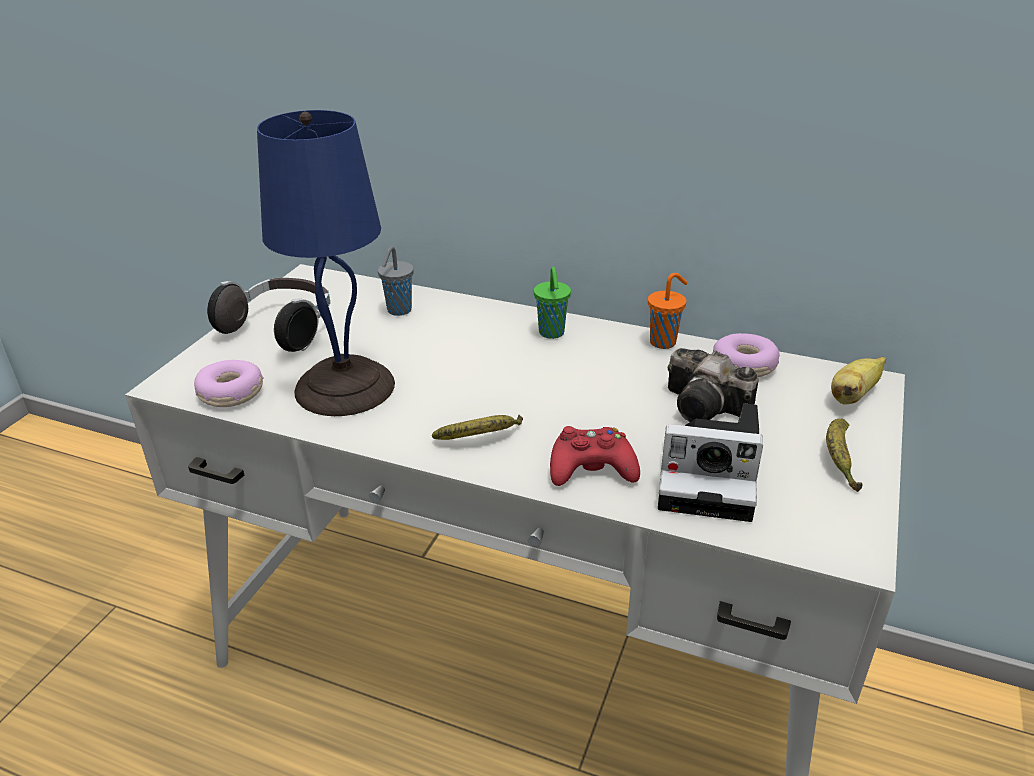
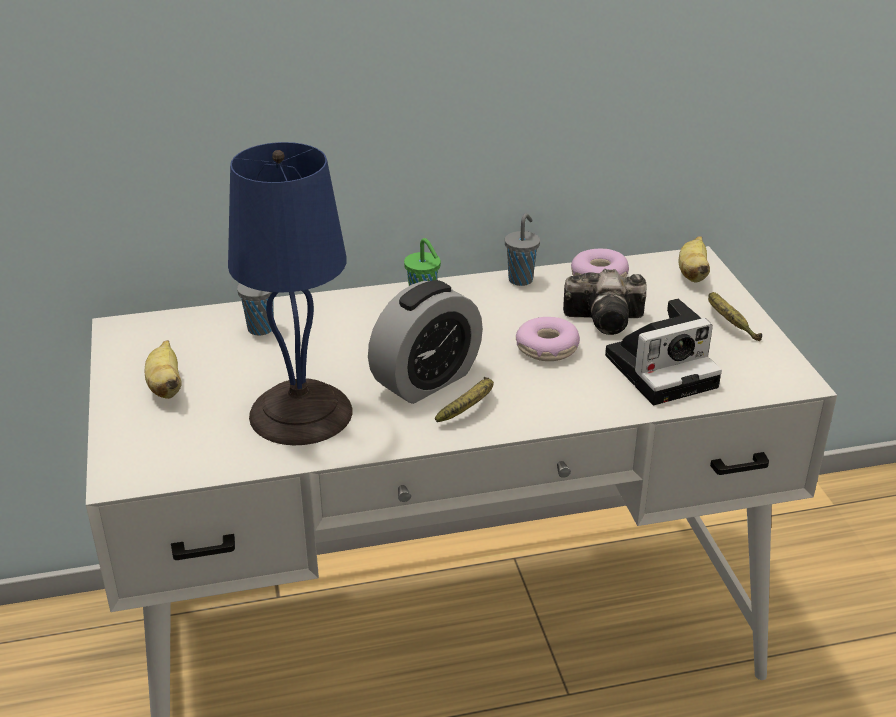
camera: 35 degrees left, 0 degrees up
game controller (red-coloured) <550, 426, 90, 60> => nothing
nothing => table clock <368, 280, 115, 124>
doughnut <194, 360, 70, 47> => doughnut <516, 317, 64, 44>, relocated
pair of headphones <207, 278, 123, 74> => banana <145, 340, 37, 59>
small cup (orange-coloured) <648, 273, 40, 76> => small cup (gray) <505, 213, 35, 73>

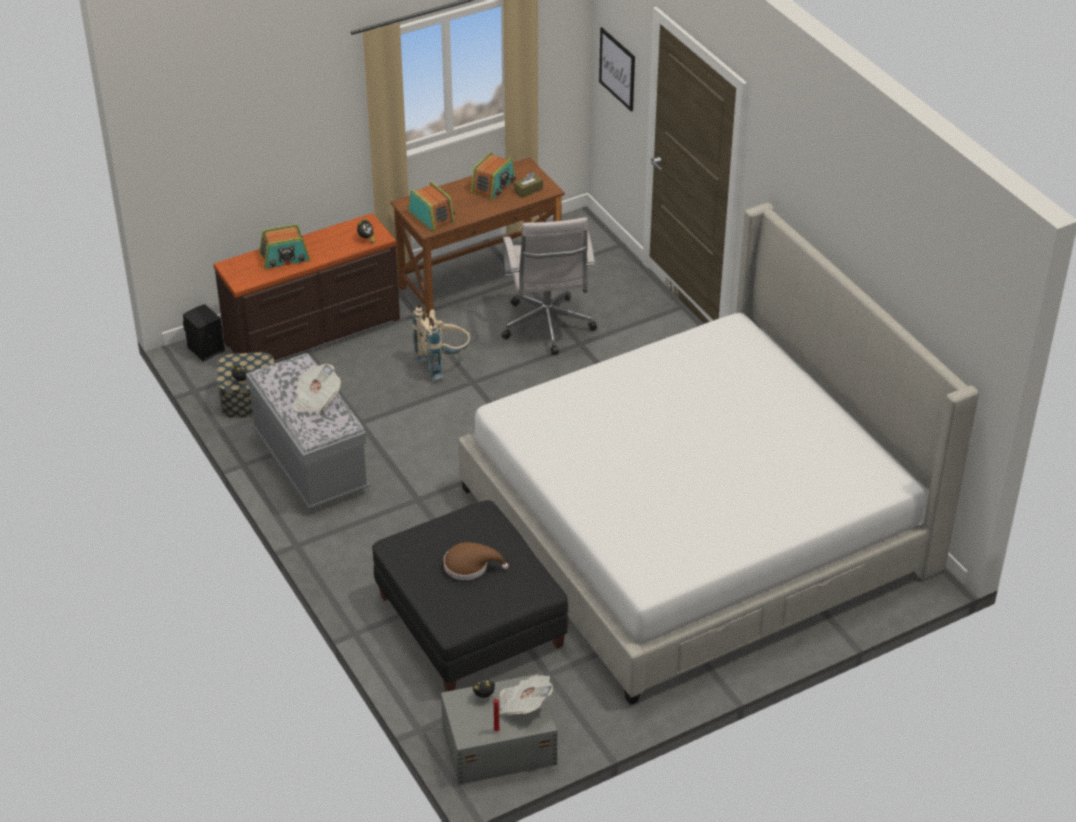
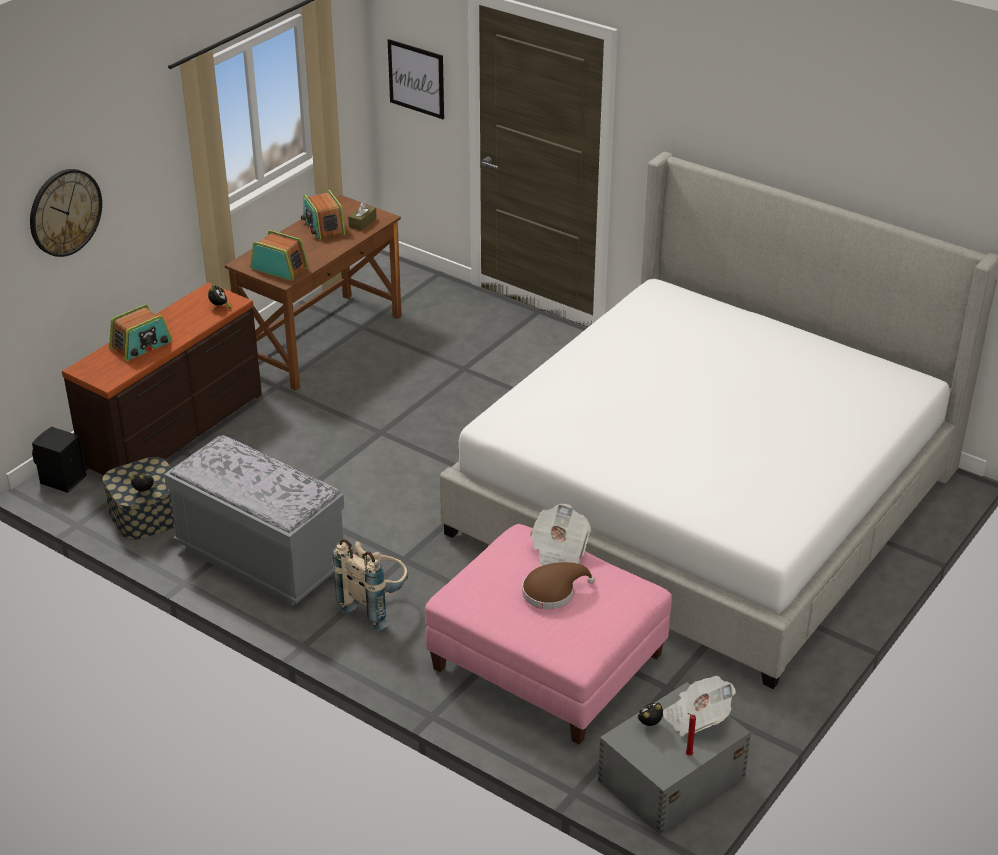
camera: 25 degrees left, 5 degrees down
desk chair (whitish) <502, 217, 95, 138> => nothing
nothing => wall clock <30, 169, 72, 88>
printed paper <292, 364, 49, 50> => printed paper <531, 504, 60, 62>, relocated
backpack (sand-coloured) <412, 304, 59, 76> => backpack (sand-coloured) <332, 539, 76, 92>, relocated
footrest (black) <372, 500, 196, 192> => footrest (pink) <425, 524, 247, 221>
radio <471, 152, 45, 48> => radio <301, 190, 44, 51>, 150 degrees clockwise

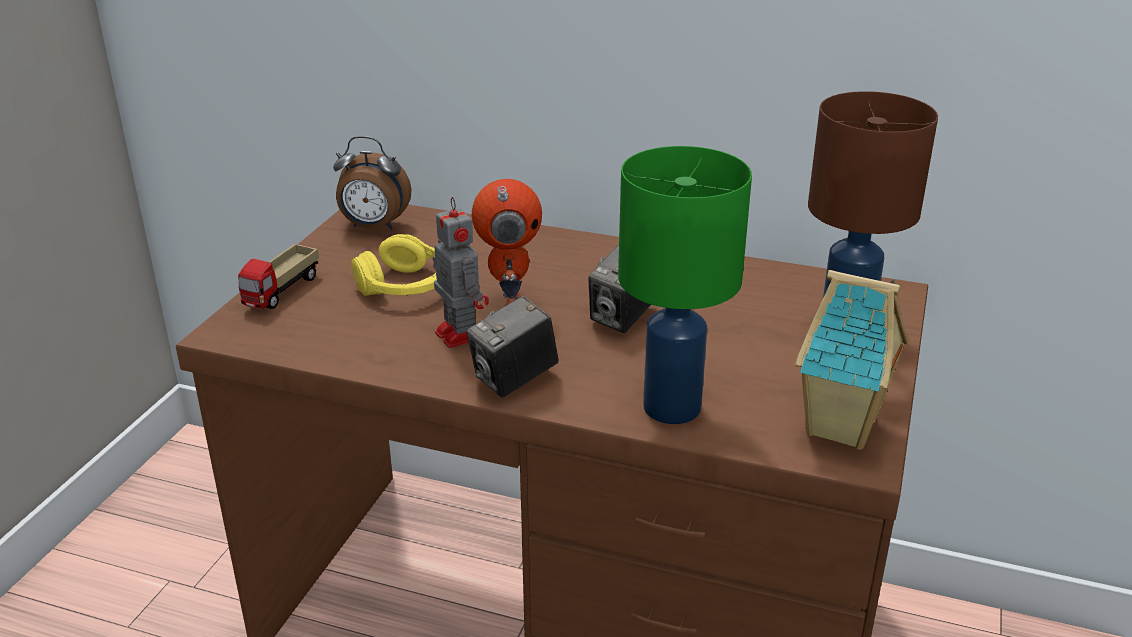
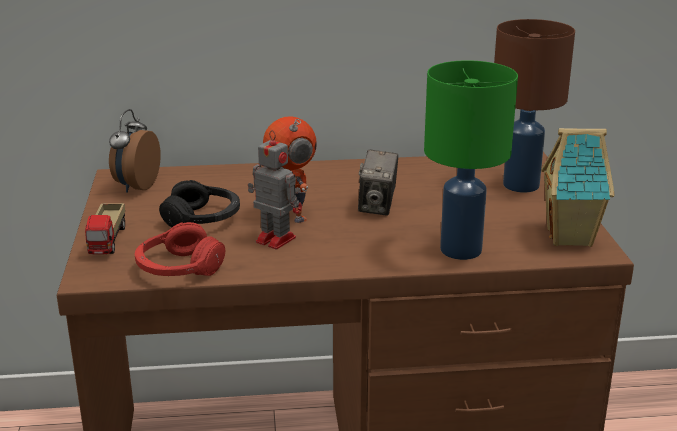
camera: 25 degrees left, 5 degrees down
still camera <466, 296, 93, 101> => nothing
nothing => pair of headphones (red-coloured) <135, 222, 90, 54>
pair of headphones (yellow) <351, 234, 86, 62> => pair of headphones (black) <159, 180, 81, 48>
table clock <333, 136, 79, 94> => table clock <109, 109, 52, 84>, 120 degrees clockwise

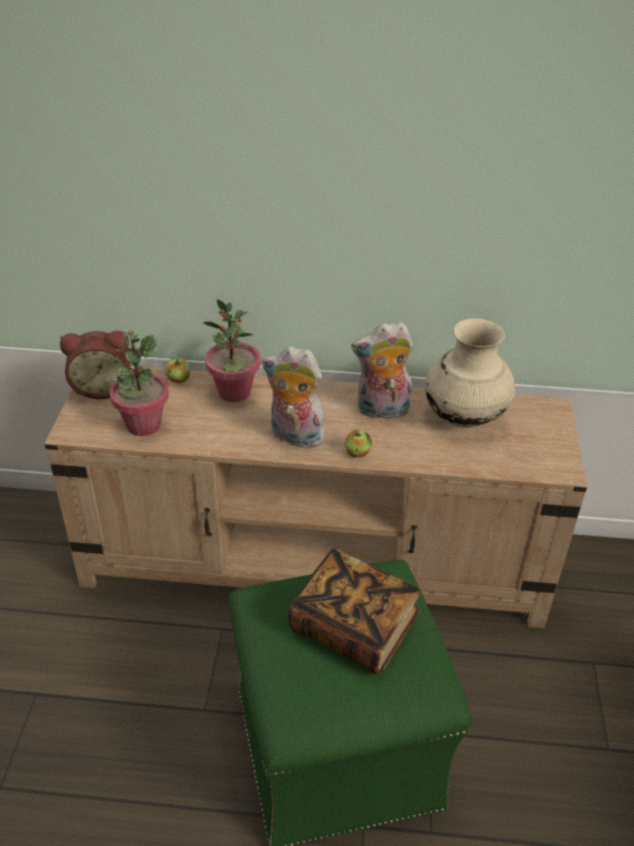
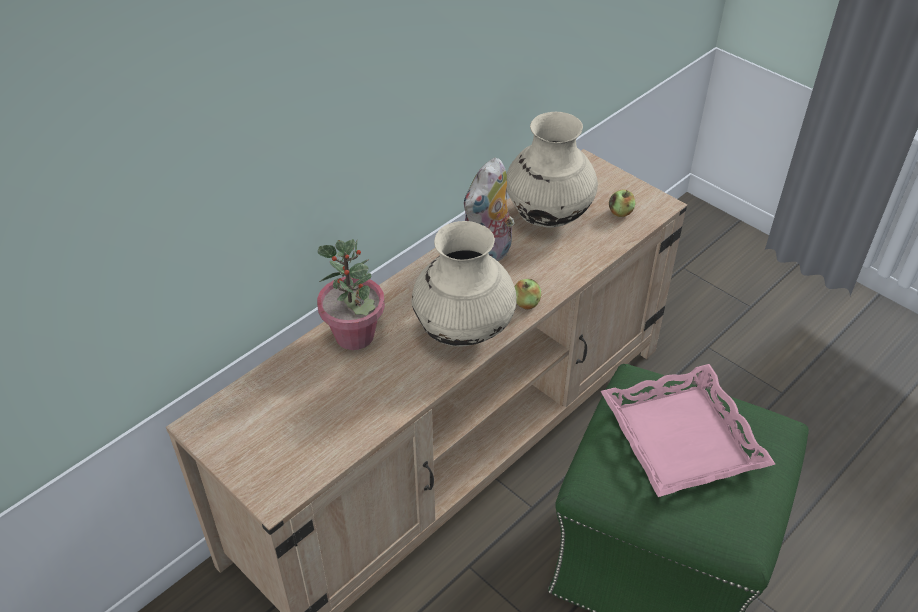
camera: 50 degrees left, 5 degrees up
table clock <60, 331, 71, 68> => nothing
houseplant <109, 330, 60, 106> => nothing
apple <165, 358, 25, 25> => apple <609, 189, 27, 28>, relocated
cuddly toy <262, 346, 63, 102> => vase (sand-coloured) <412, 221, 105, 126>
book <288, 548, 133, 127> => carrying tray (pink) <601, 364, 174, 133>

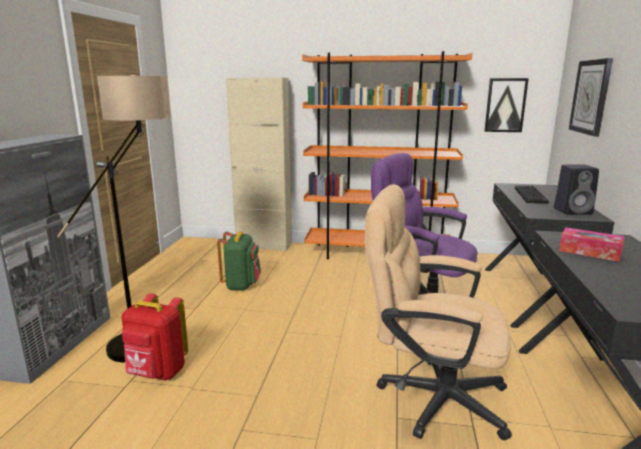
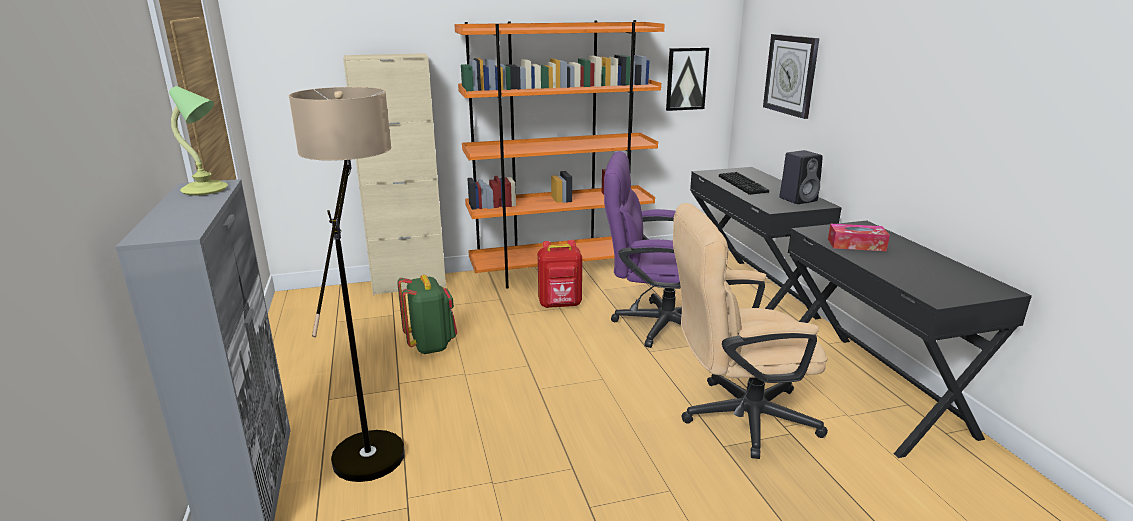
camera: 25 degrees left, 5 degrees up
nothing => table lamp <169, 86, 59, 109>
backpack (red-coloured) <121, 294, 67, 87> => backpack (red-coloured) <538, 240, 44, 68>, relocated

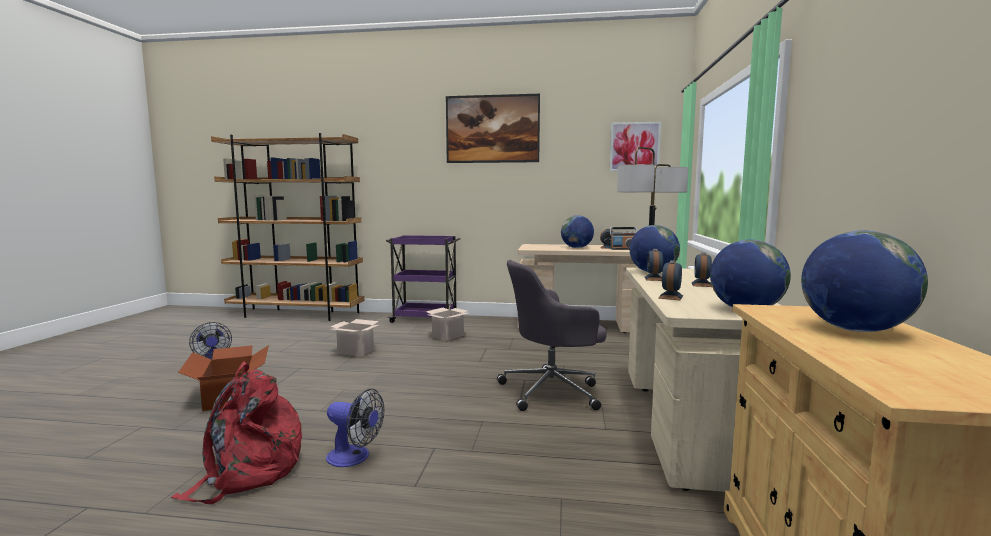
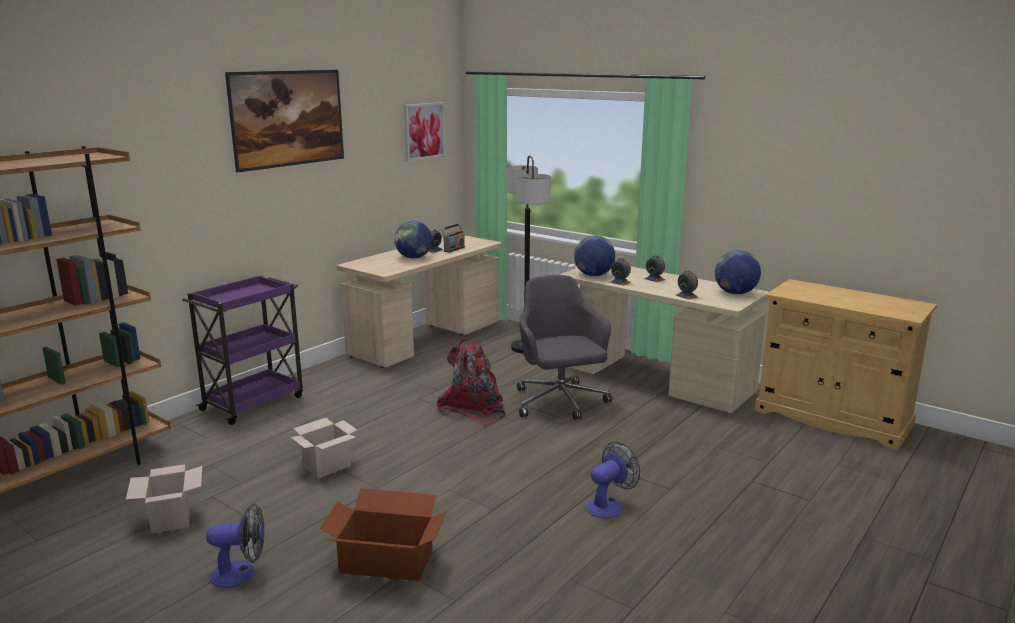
camera: 60 degrees left, 10 degrees up
world globe <801, 231, 127, 101> => nothing
backpack (red-coloured) <171, 362, 131, 142> => backpack (red-coloured) <436, 339, 70, 86>, relocated
packing box <425, 308, 43, 33> => packing box <126, 464, 76, 70>, relocated
desk chair (gray) <497, 260, 110, 151> => desk chair (gray) <517, 275, 95, 145>, 150 degrees clockwise

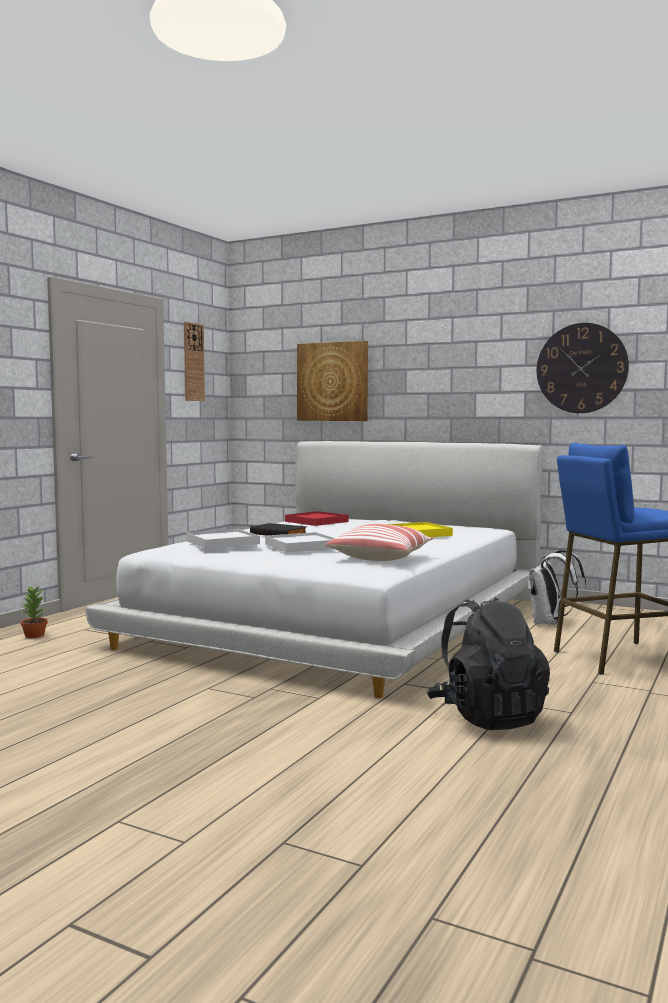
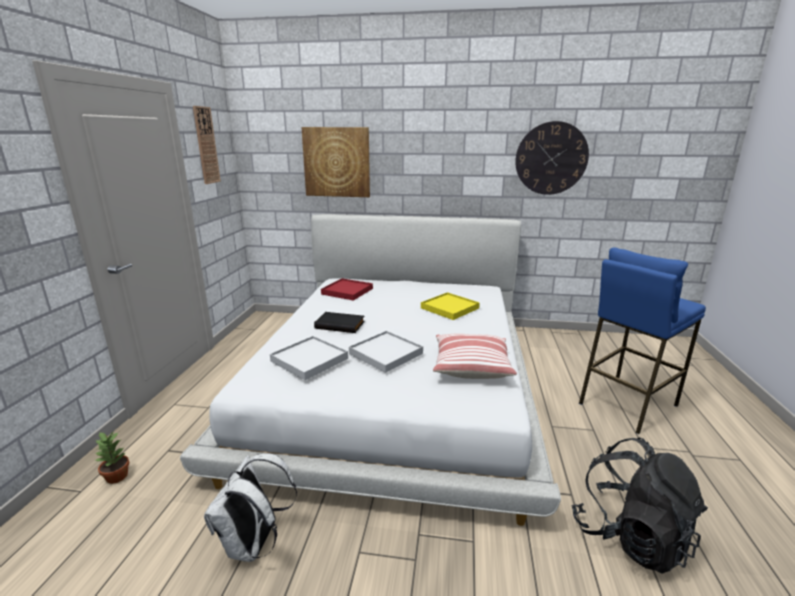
camera: 20 degrees left, 15 degrees up
backpack (whitish) <528, 550, 58, 75> => backpack (whitish) <204, 453, 93, 109>, relocated

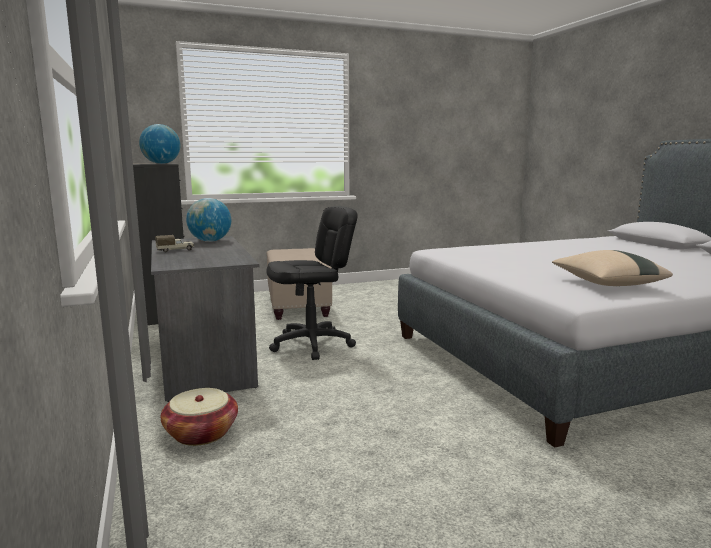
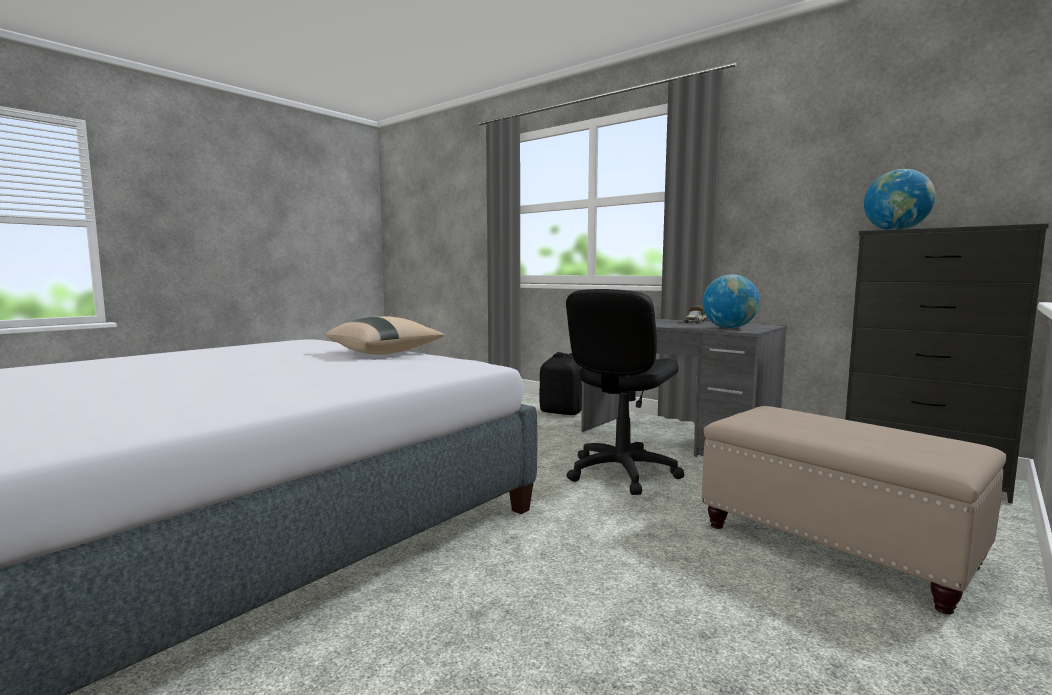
camera: 150 degrees right, 5 degrees down
pillow (sand-coloured) <552, 250, 121, 36> => pillow (sand-coloured) <326, 316, 118, 39>, relocated
storage basket <161, 388, 77, 58> => backpack (black) <539, 352, 43, 63>

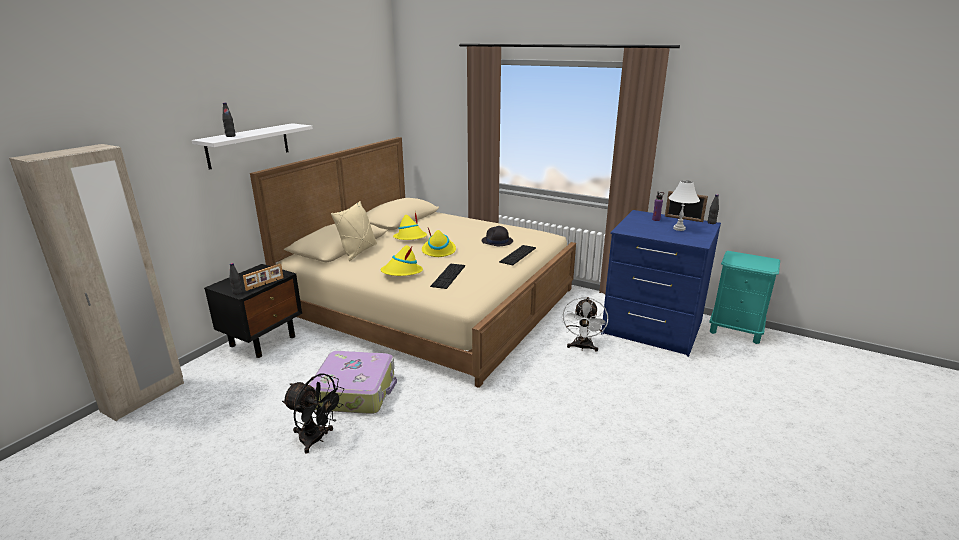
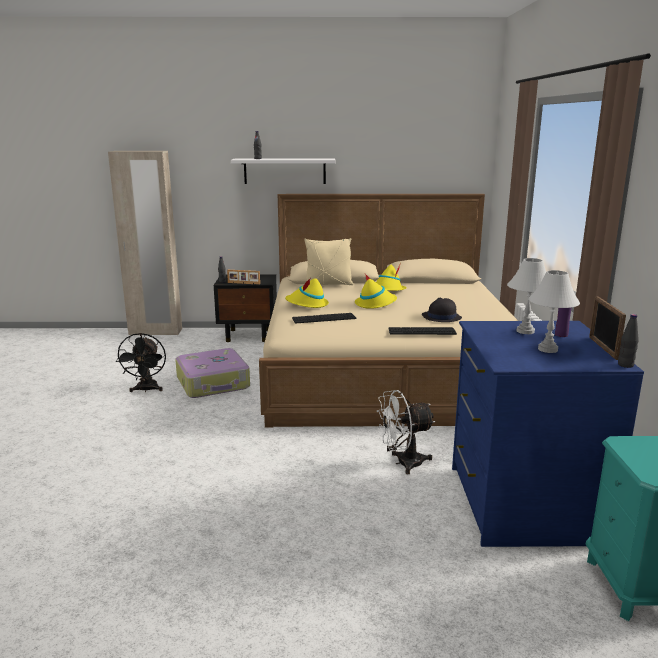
camera: 60 degrees right, 5 degrees down
nothing => table lamp (whitish) <507, 258, 39, 76>

